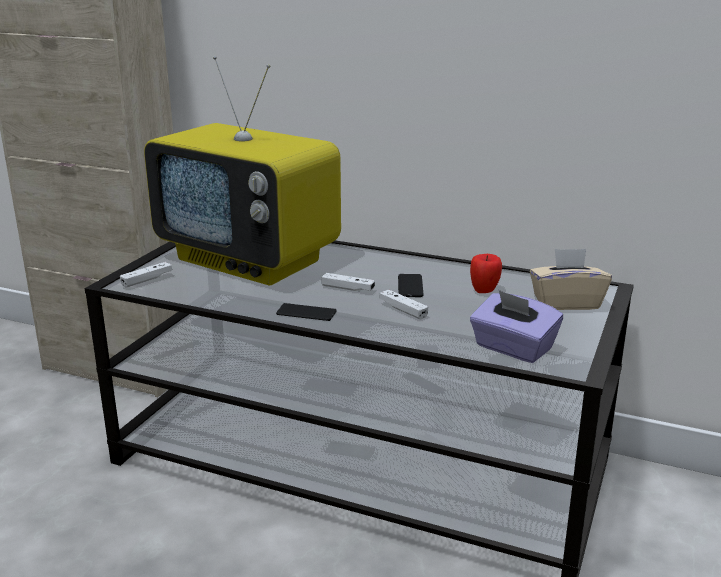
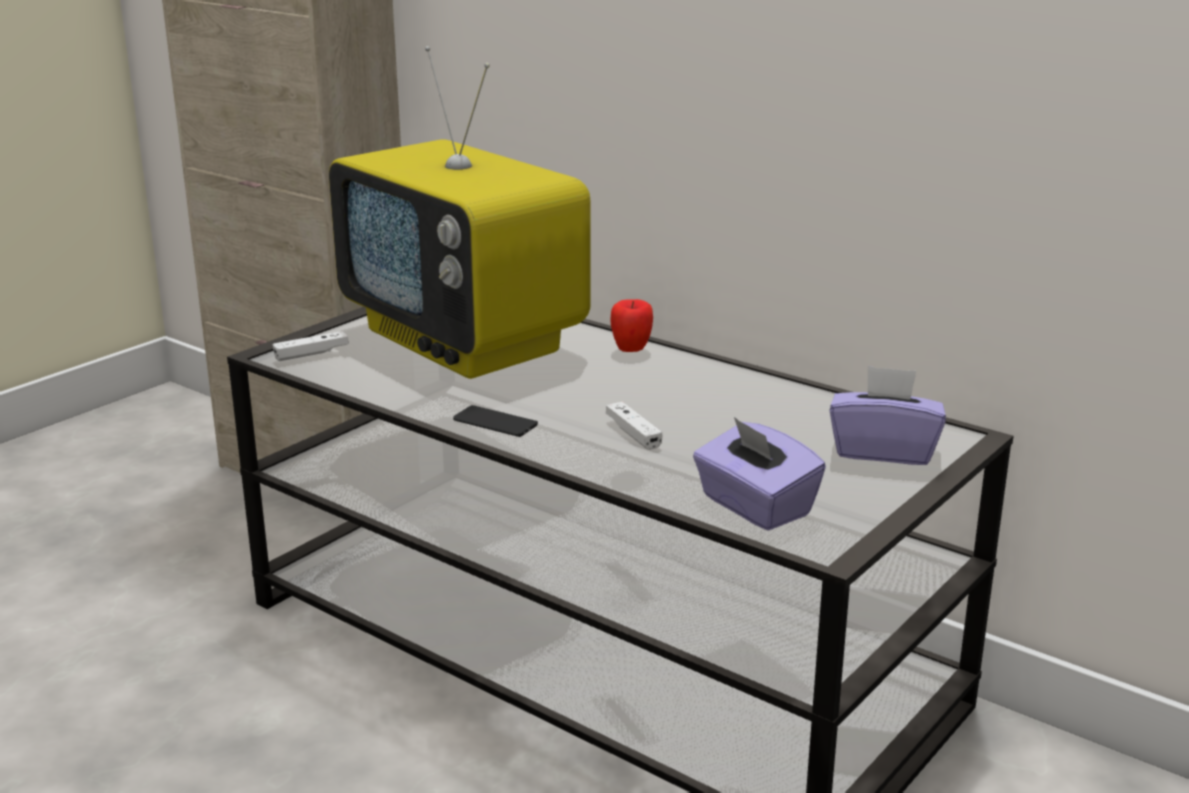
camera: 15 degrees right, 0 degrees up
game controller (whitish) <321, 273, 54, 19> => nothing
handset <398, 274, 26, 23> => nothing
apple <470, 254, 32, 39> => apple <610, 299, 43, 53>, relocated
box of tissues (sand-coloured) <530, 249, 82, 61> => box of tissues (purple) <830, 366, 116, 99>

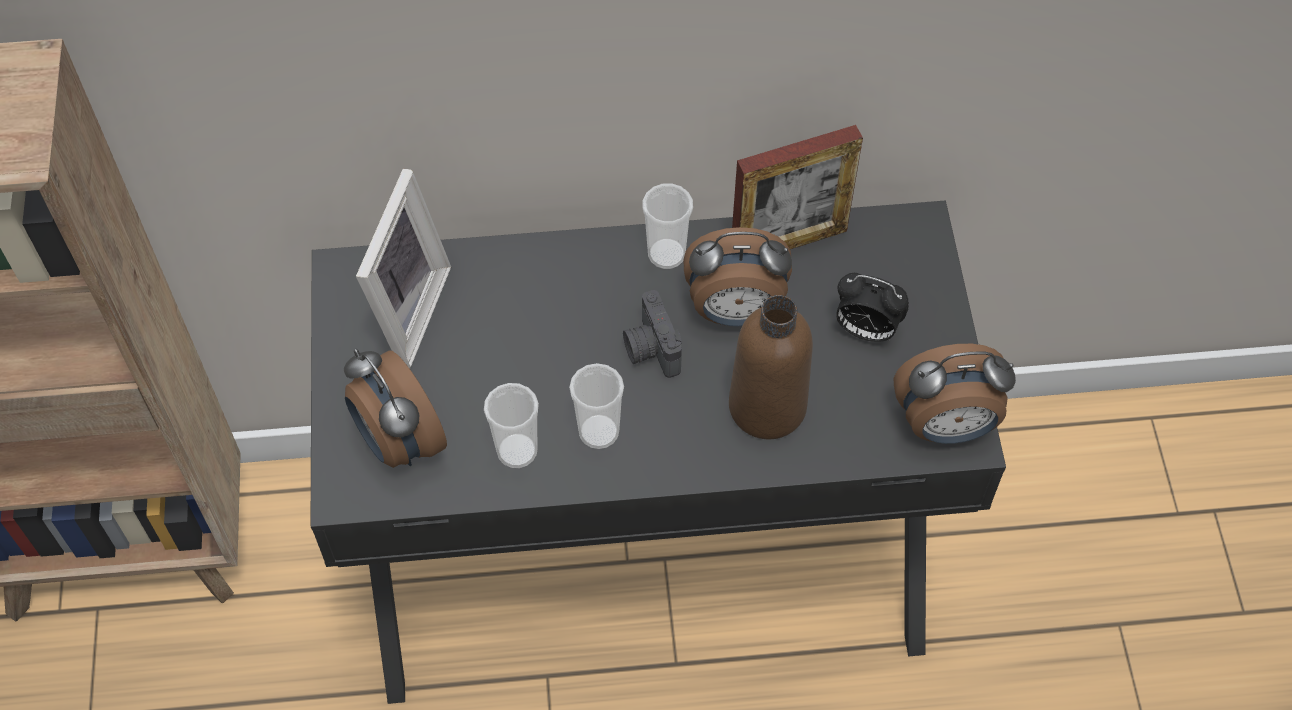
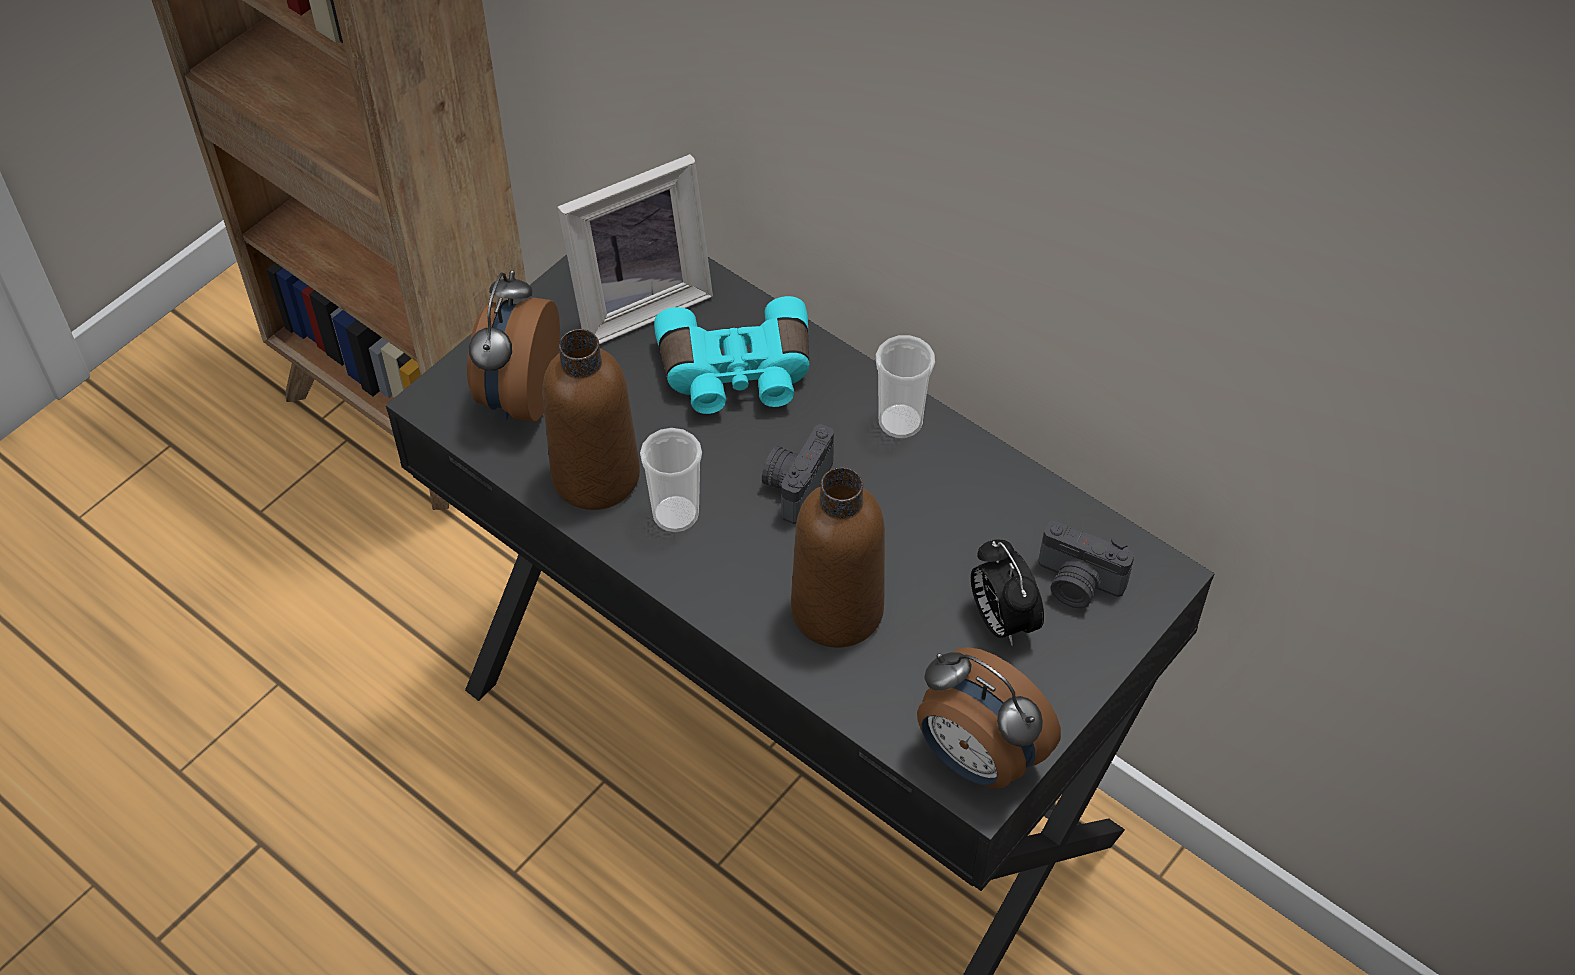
camera: 45 degrees right, 5 degrees down
table clock <684, 227, 108, 99> => nothing
standing frame <732, 125, 131, 124> => nothing
nothing => binoculars (turquoise-coloured) <654, 296, 155, 118>
nothing => still camera <1038, 521, 96, 87>
small cup <484, 383, 55, 85> => drink bottle (brown-coloured) <543, 329, 97, 181>

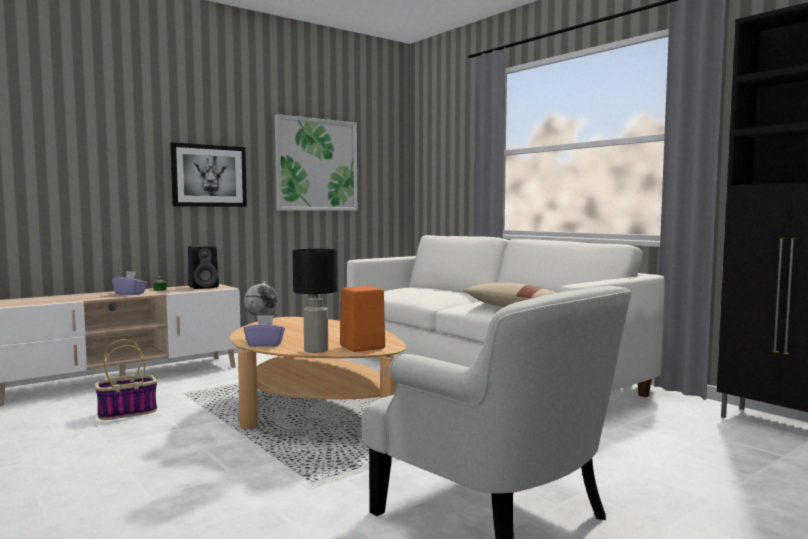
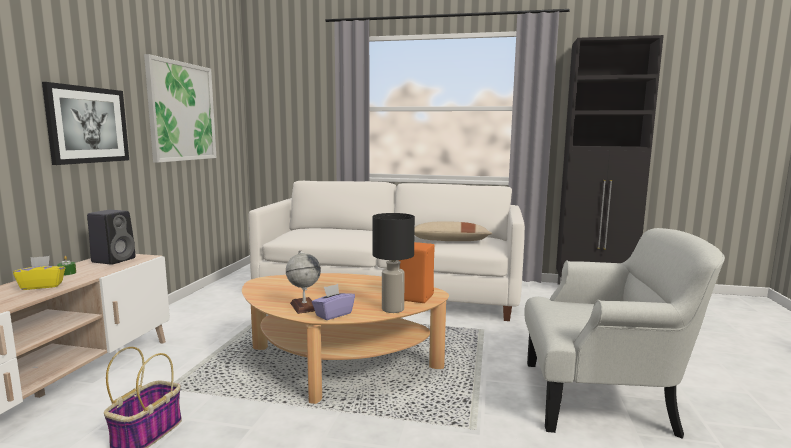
camera: 40 degrees left, 5 degrees up
box of tissues (purple) <112, 271, 35, 24> => box of tissues (yellow) <13, 256, 52, 34>

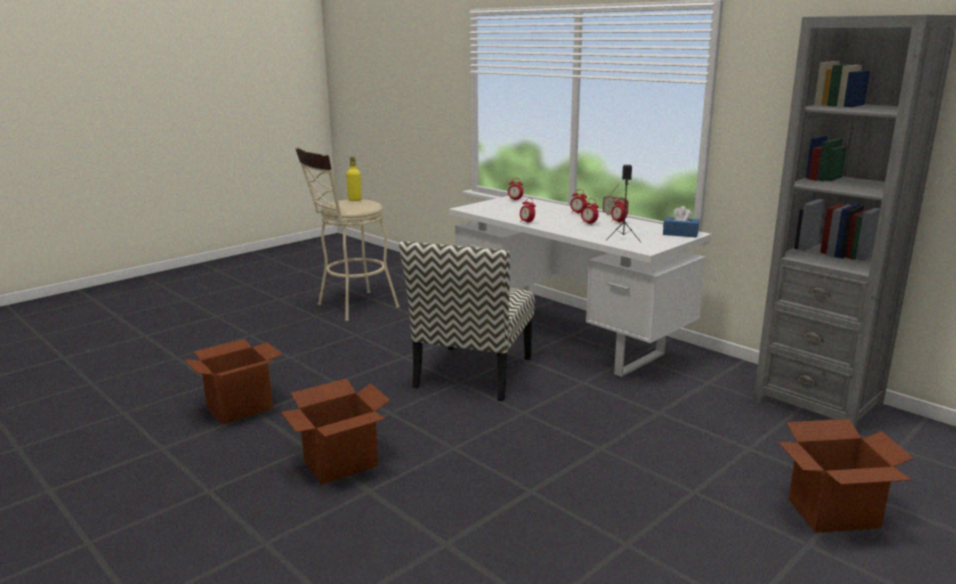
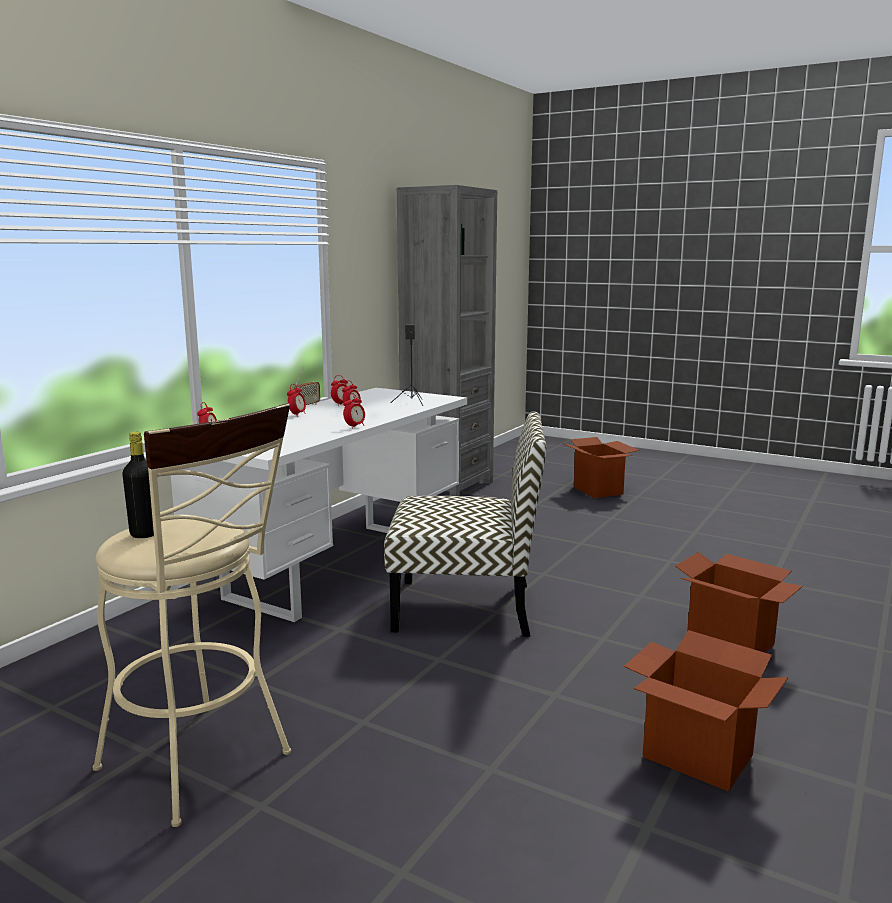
camera: 105 degrees left, 5 degrees down
box of tissues (bluish) <663, 206, 36, 32> => nothing
drink bottle (yellow) <346, 157, 16, 44> => drink bottle (black) <122, 432, 32, 106>

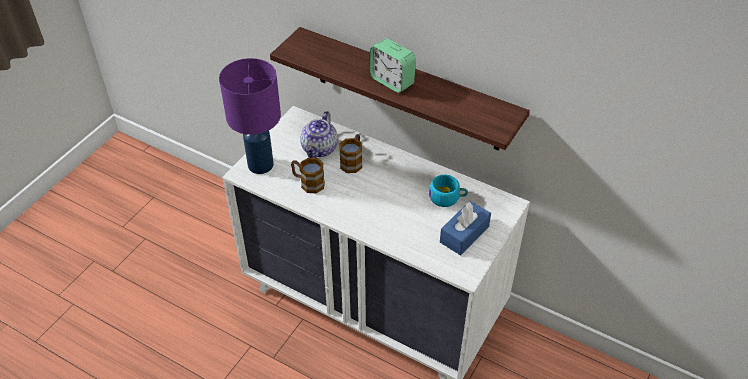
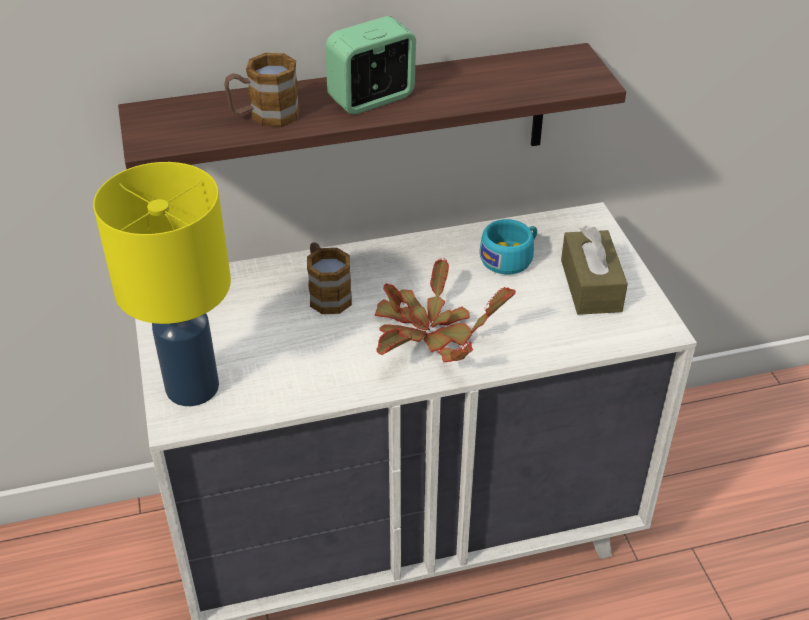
camera: 45 degrees left, 5 degrees down
tea pot <300, 111, 38, 47> => nothing
nothing => houseplant <374, 258, 142, 104>
mug <291, 158, 34, 35> => mug <224, 53, 76, 74>, relocated
table lamp (purple) <219, 58, 62, 116> => table lamp (yellow) <93, 162, 138, 244>
box of tissues (bluish) <440, 201, 51, 54> => box of tissues (brown-coloured) <561, 226, 67, 89>
table clock <369, 38, 47, 55> => table clock <326, 16, 90, 98>, 150 degrees clockwise

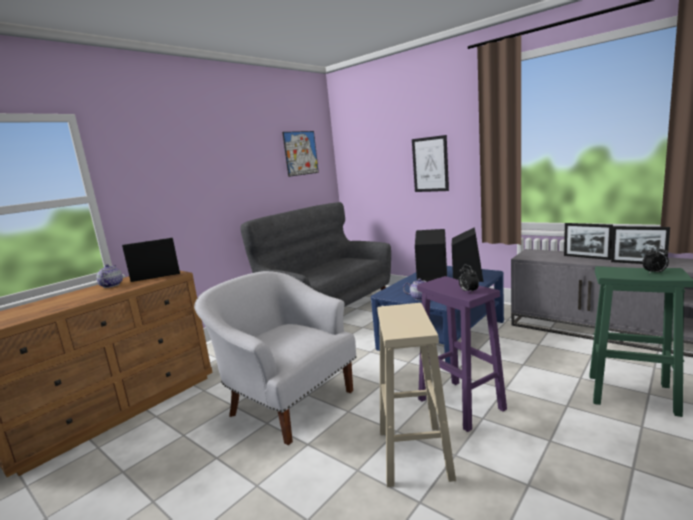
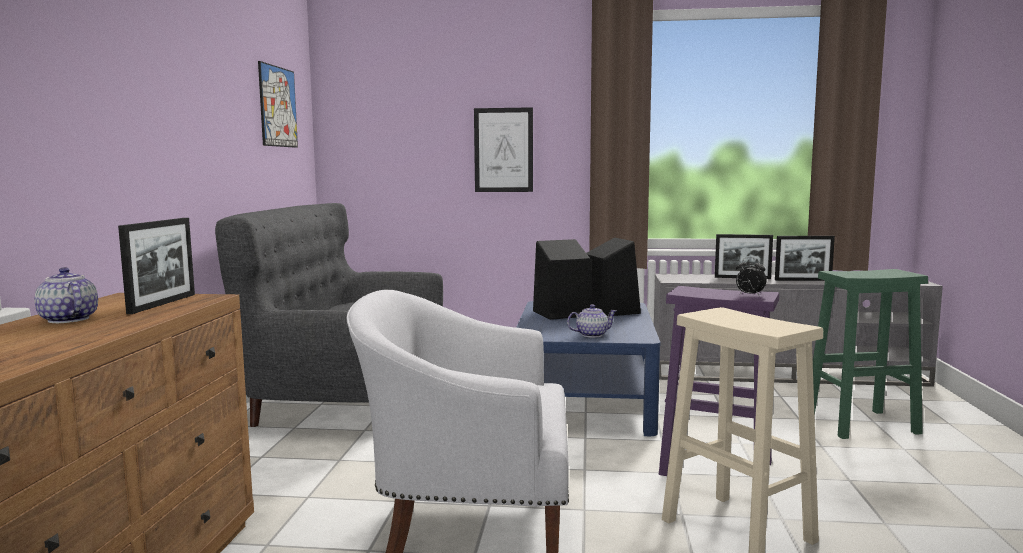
camera: 35 degrees left, 5 degrees down
table clock <642, 246, 27, 28> => nothing
standing frame <122, 238, 58, 44> => standing frame <118, 218, 77, 96>, 150 degrees clockwise

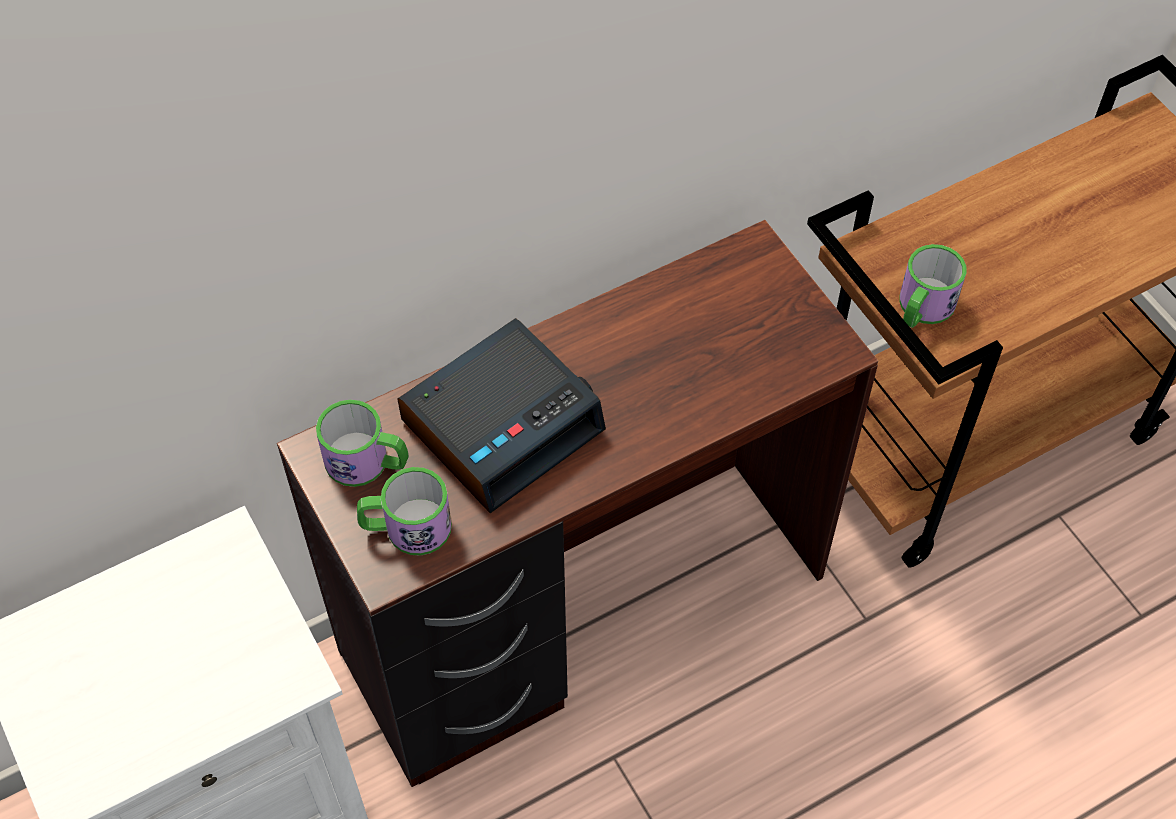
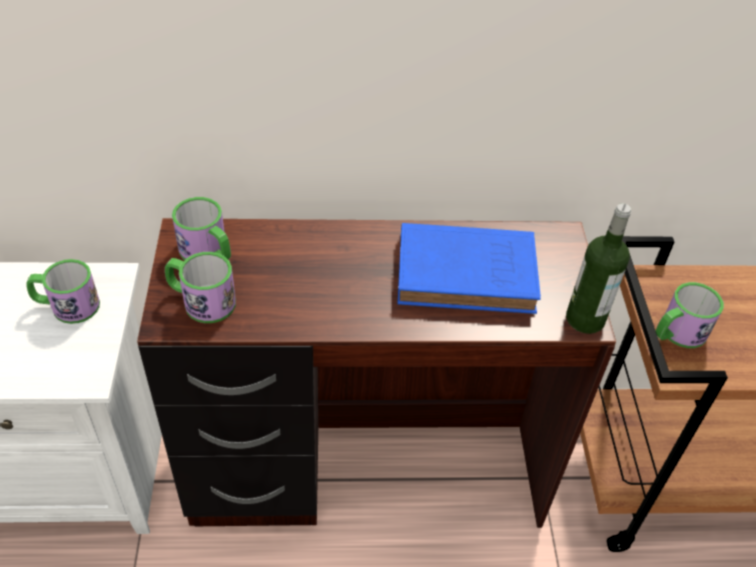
camera: 25 degrees right, 10 degrees down
table clock <398, 318, 208, 195> => nothing
nothing => mug <26, 259, 74, 65>
nothing => book (bluish) <398, 223, 143, 91>
nothing => drink bottle <566, 203, 65, 131>

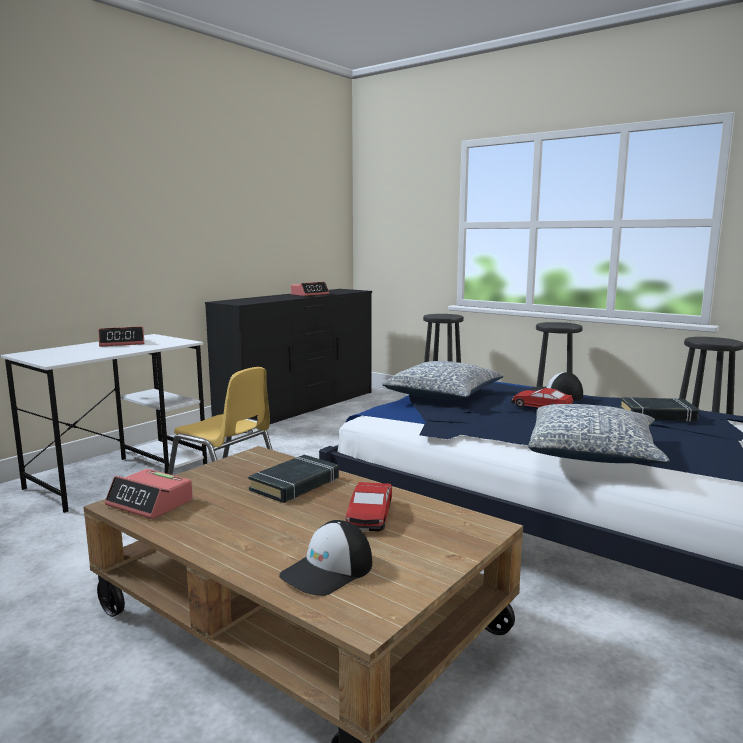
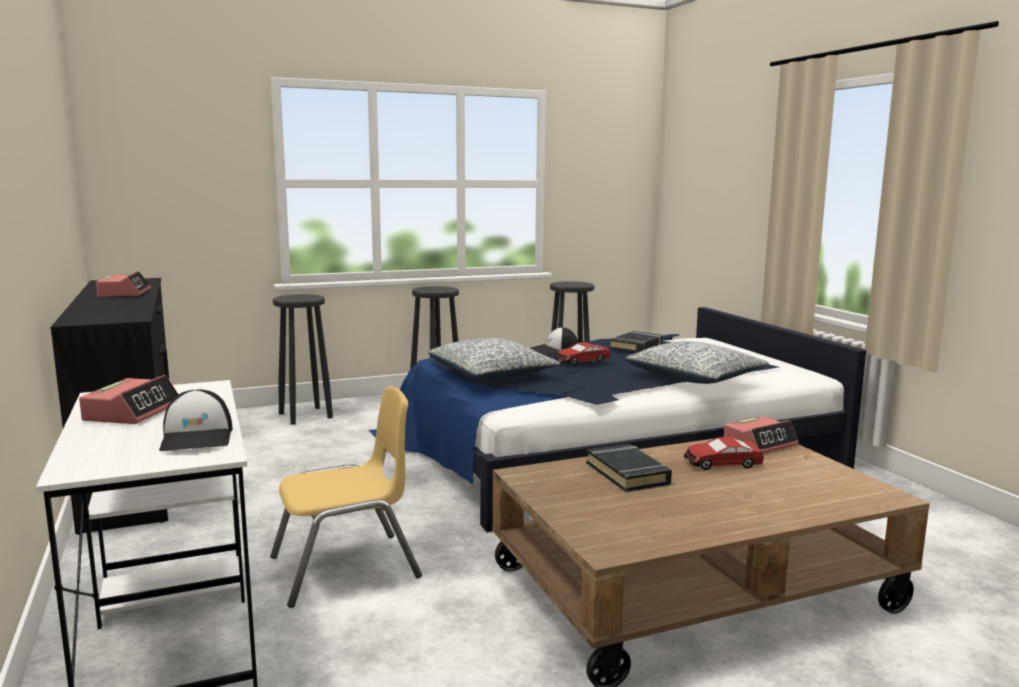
camera: 60 degrees left, 0 degrees up
table clock <105, 469, 88, 50> => table clock <724, 416, 75, 37>, relocated
cap <279, 520, 93, 76> => cap <159, 389, 74, 62>, relocated
model car <346, 482, 46, 50> => model car <684, 437, 80, 33>, 135 degrees clockwise

